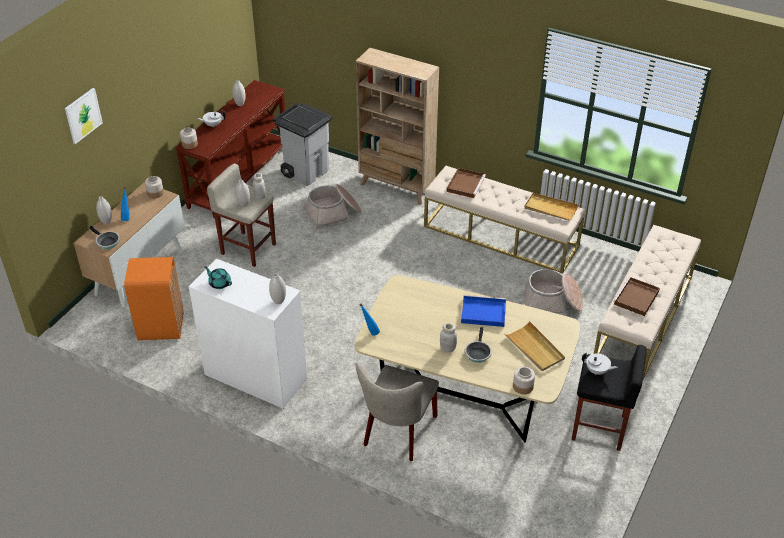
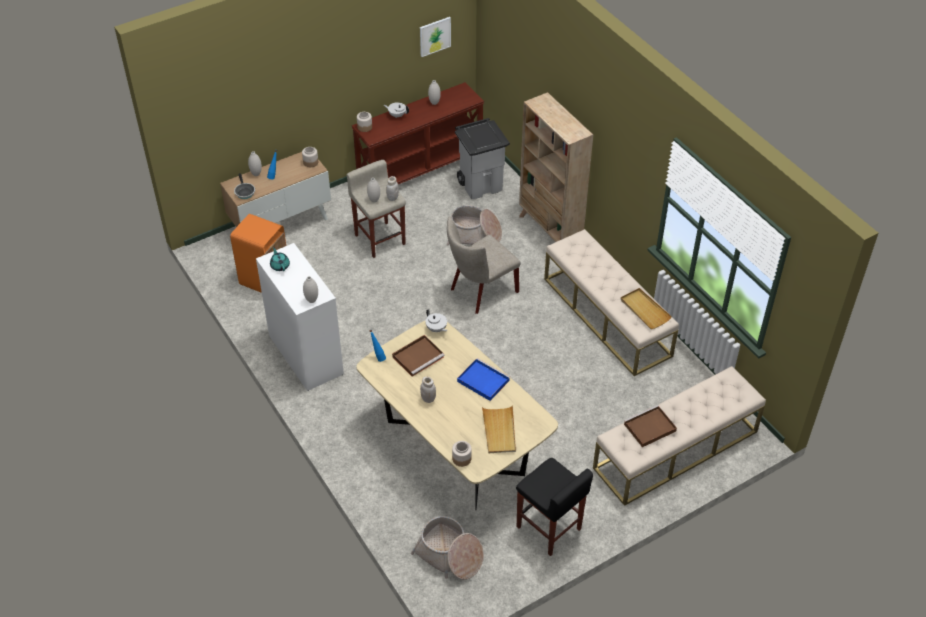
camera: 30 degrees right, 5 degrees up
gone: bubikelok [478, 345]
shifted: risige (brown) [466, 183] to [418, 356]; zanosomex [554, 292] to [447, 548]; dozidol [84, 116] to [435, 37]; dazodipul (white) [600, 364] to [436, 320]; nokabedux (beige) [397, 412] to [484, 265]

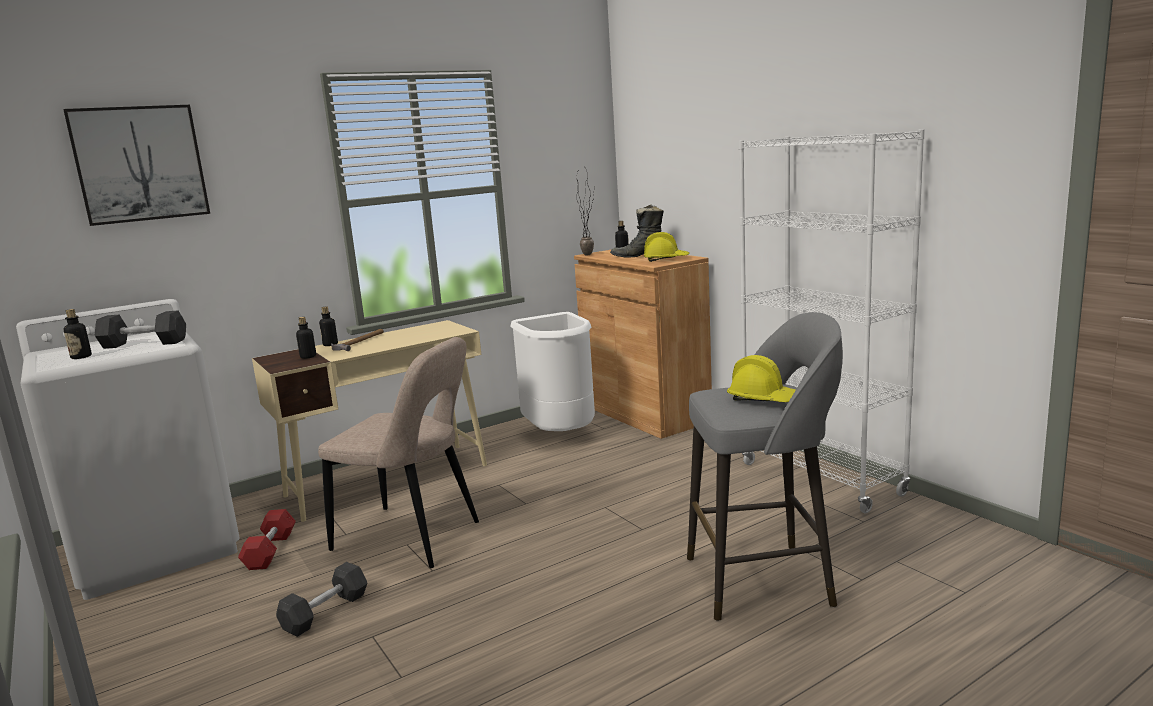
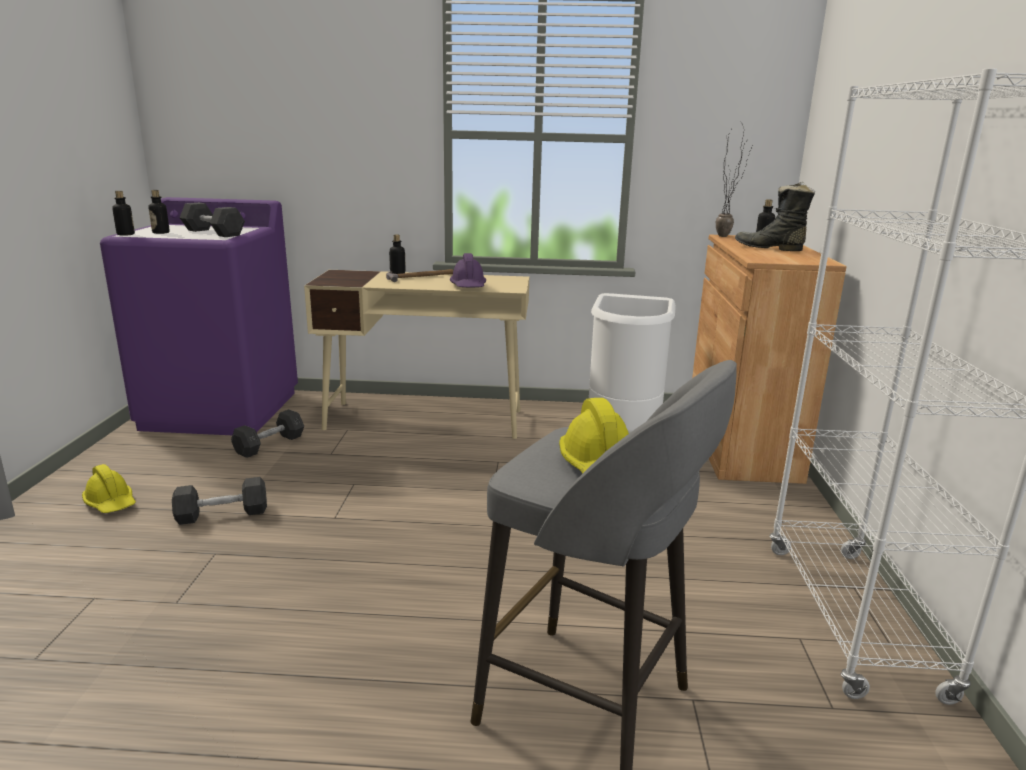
camera: 35 degrees right, 5 degrees up
gone: dozidol [136, 165]; nokabedux (beige) [398, 452]
new: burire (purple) [468, 270]
shifted: burire (yellow) [667, 247] to [109, 488]; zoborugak [306, 338] to [123, 213]
repainted: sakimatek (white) [128, 449] to sakimatek (purple) [199, 316]; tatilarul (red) [267, 539] to tatilarul (grey) [267, 433]

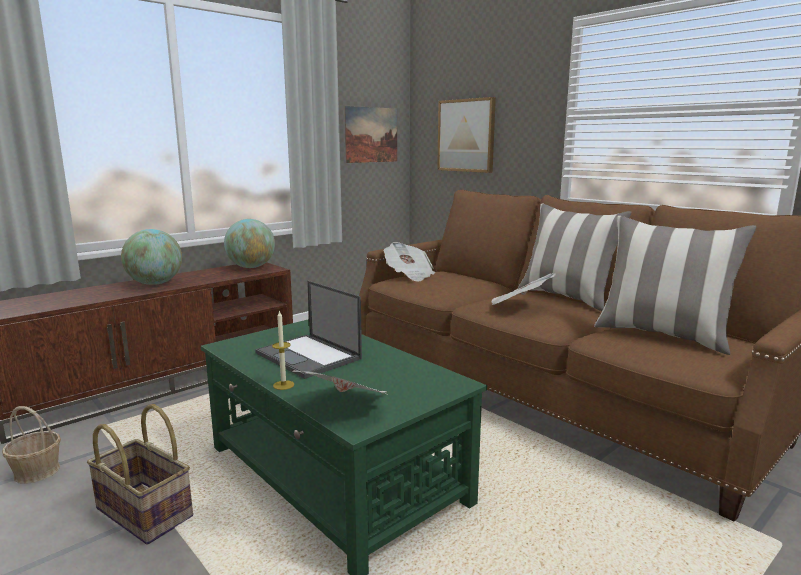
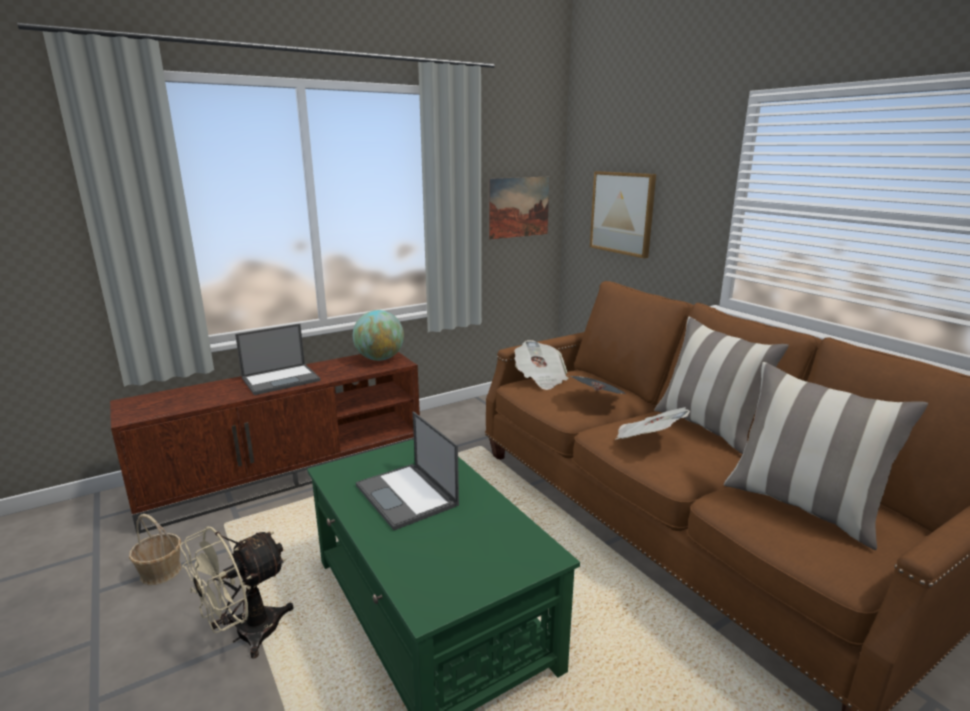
camera: 10 degrees right, 5 degrees up
gone: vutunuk [283, 350]
shifted: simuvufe [340, 382] to [598, 385]
swapped: zanosomex [140, 474] to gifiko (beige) [237, 592]; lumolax [151, 257] to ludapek [278, 359]

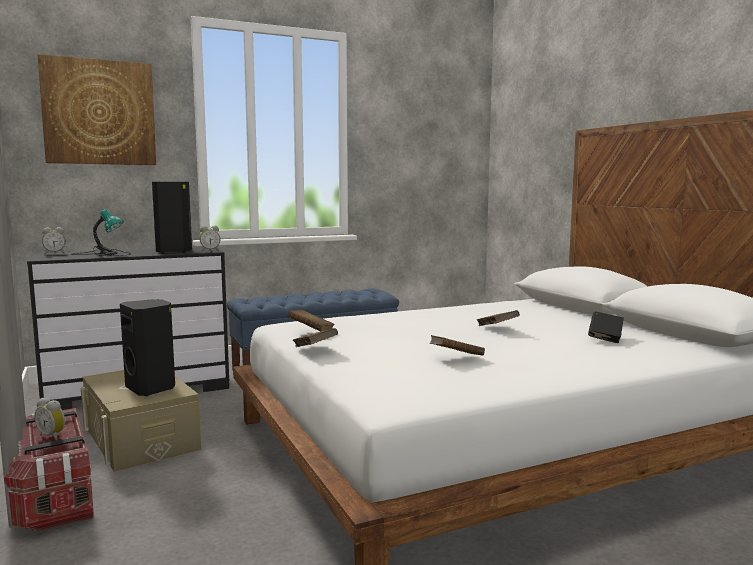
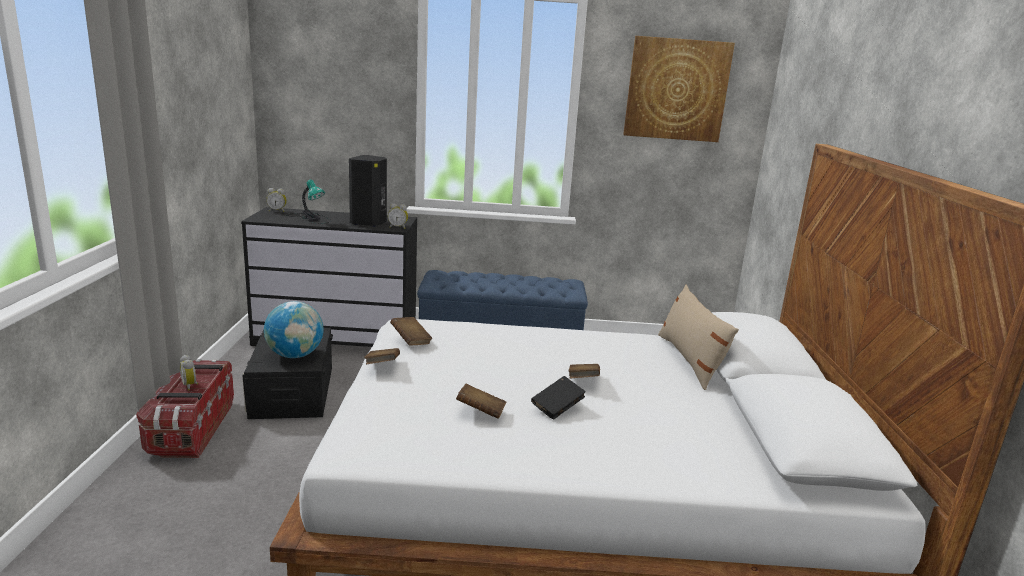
camera: 25 degrees right, 10 degrees up
new: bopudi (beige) [698, 337]
shifted: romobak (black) [606, 327] to [558, 397]; dozidol [96, 109] to [679, 89]
swapped: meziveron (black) [147, 347] to lumolax [294, 329]
repainted: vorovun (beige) [141, 421] to vorovun (black) [287, 373]

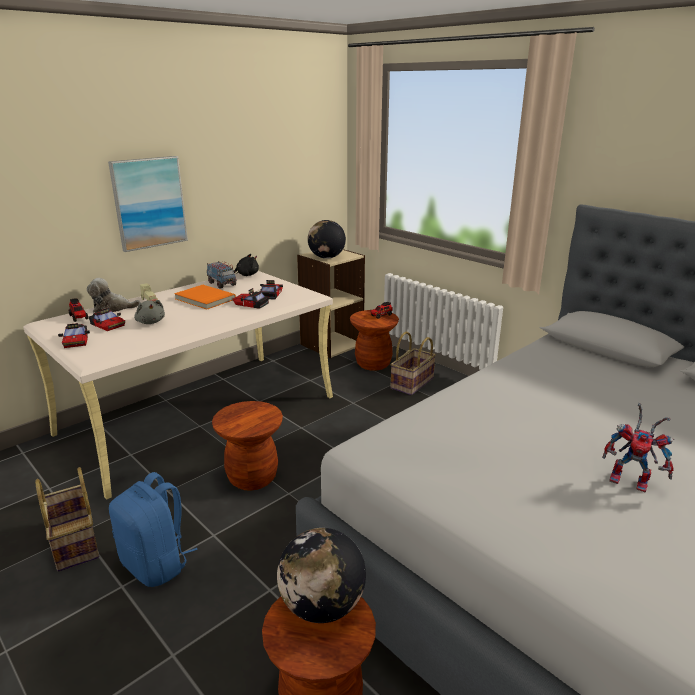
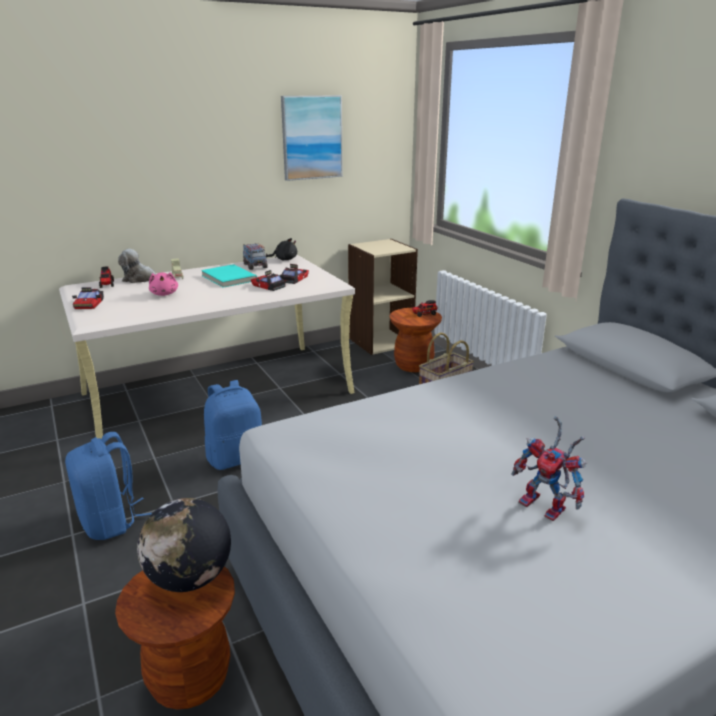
camera: 15 degrees right, 0 degrees up
gone: zanosomex [67, 519]; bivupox [107, 319]; lumolax [327, 239]
shifted: dozidol [148, 204] to [312, 138]
swapped: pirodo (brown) [247, 446] to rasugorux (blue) [233, 425]
repainted: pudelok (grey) [149, 312] to pudelok (pink) [163, 284]; romobak (orange) [205, 297] to romobak (turquoise) [229, 276]

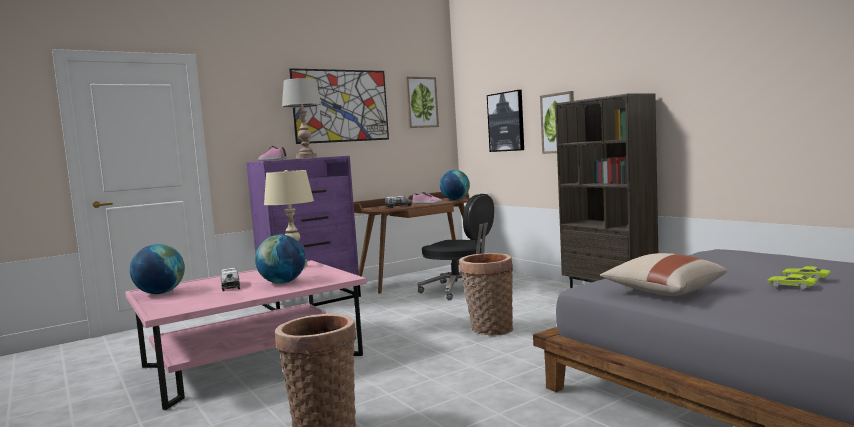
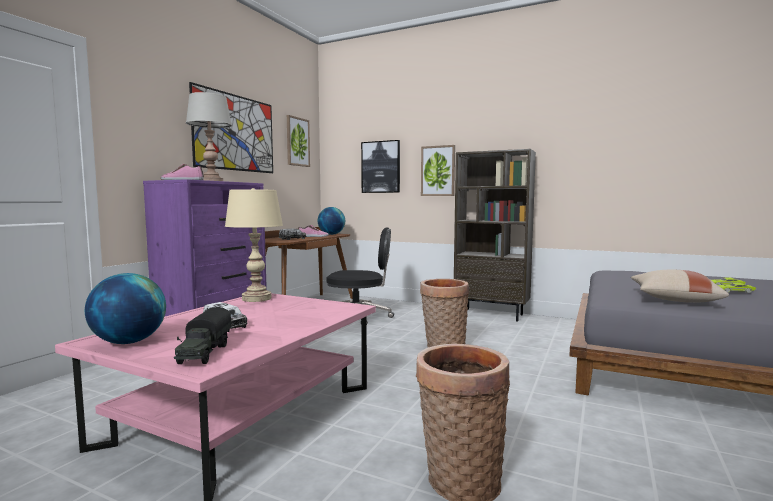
camera: 30 degrees left, 0 degrees up
gone: lumolax [280, 259]
new: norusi [202, 335]

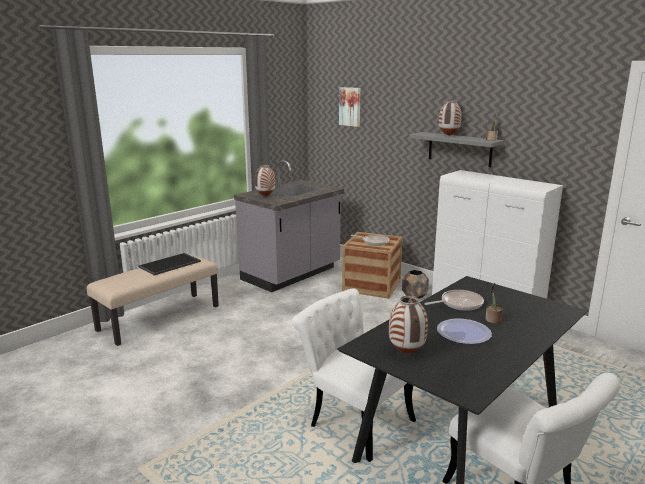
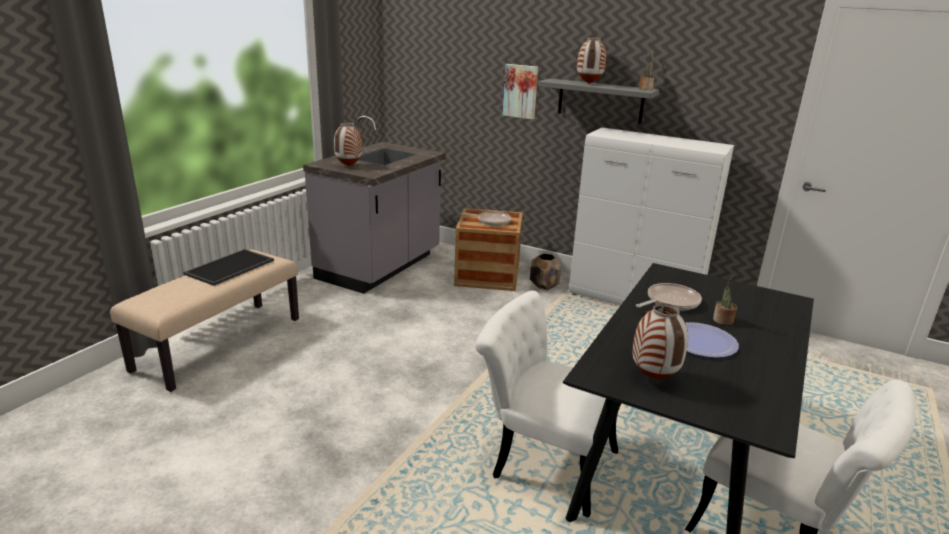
camera: 15 degrees left, 5 degrees up
shifted: dozidol [350, 107] to [520, 91]

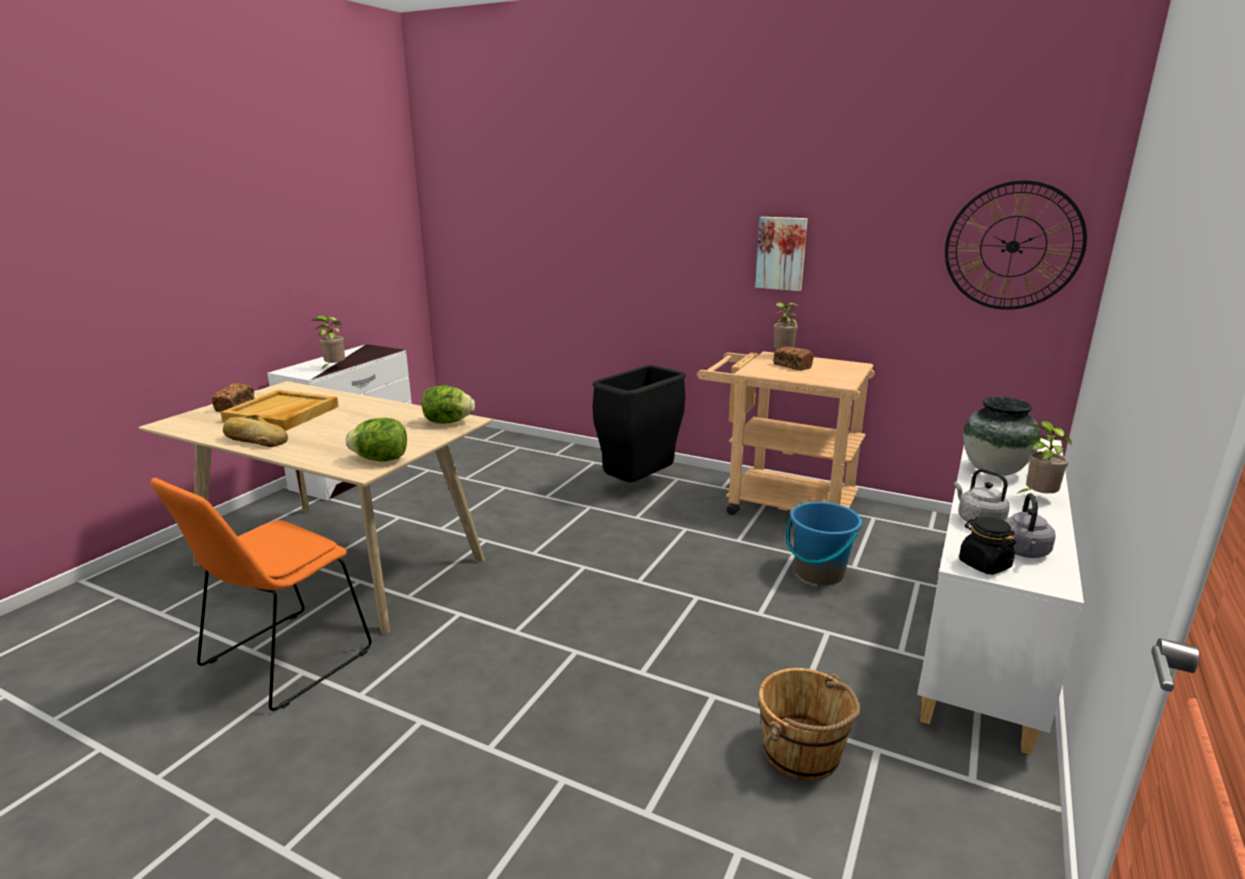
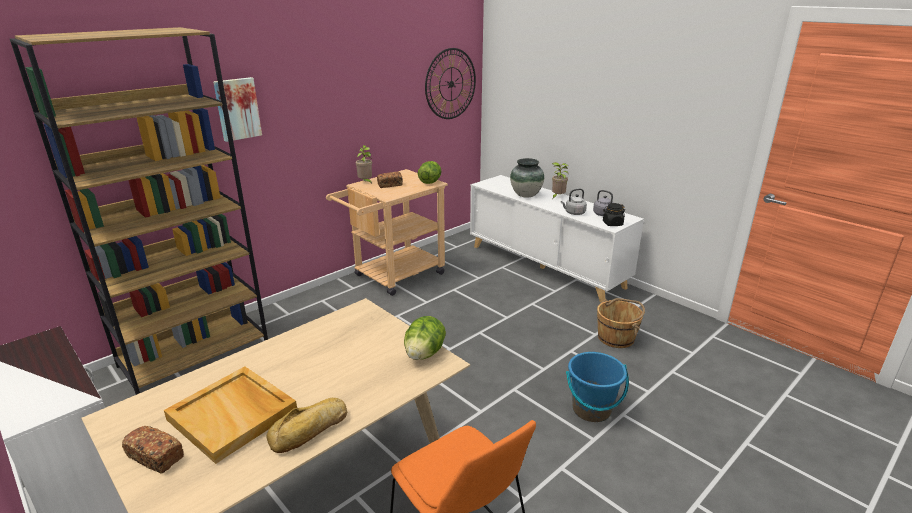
camera: 70 degrees left, 5 degrees up
gone: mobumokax [328, 342]; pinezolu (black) [639, 423]
new: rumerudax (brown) [139, 211]
shifted: dozidol [781, 254] to [237, 109]; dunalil [448, 404] to [429, 172]; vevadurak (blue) [824, 543] to [597, 387]

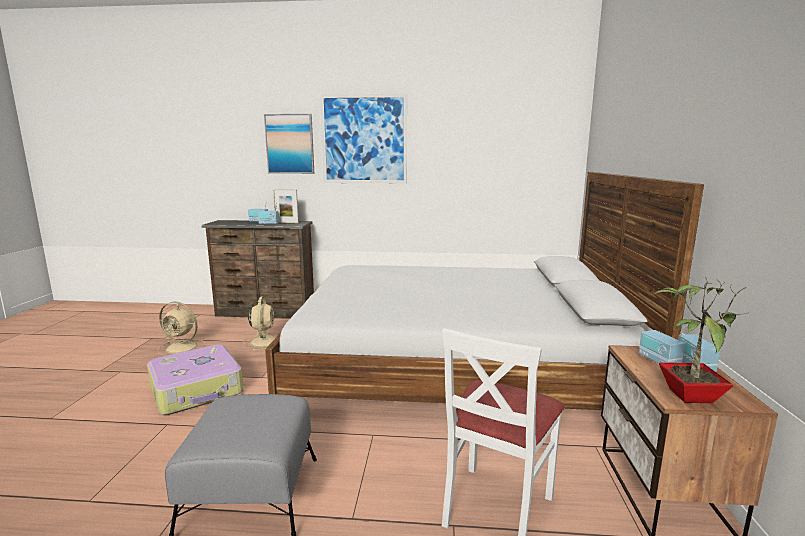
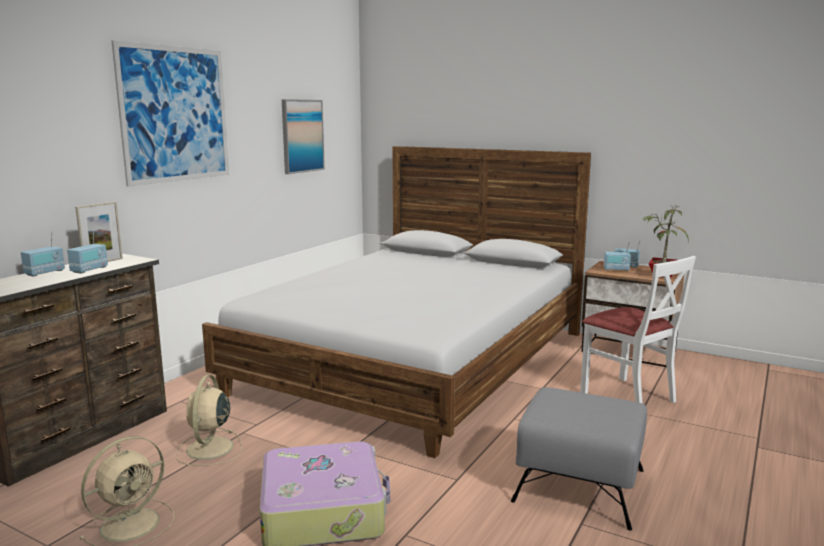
camera: 65 degrees left, 0 degrees up
shifted: dozidol [289, 144] to [303, 136]
rotated: gifiko (beige) [261, 323] = [208, 420] 105 degrees counterclockwise

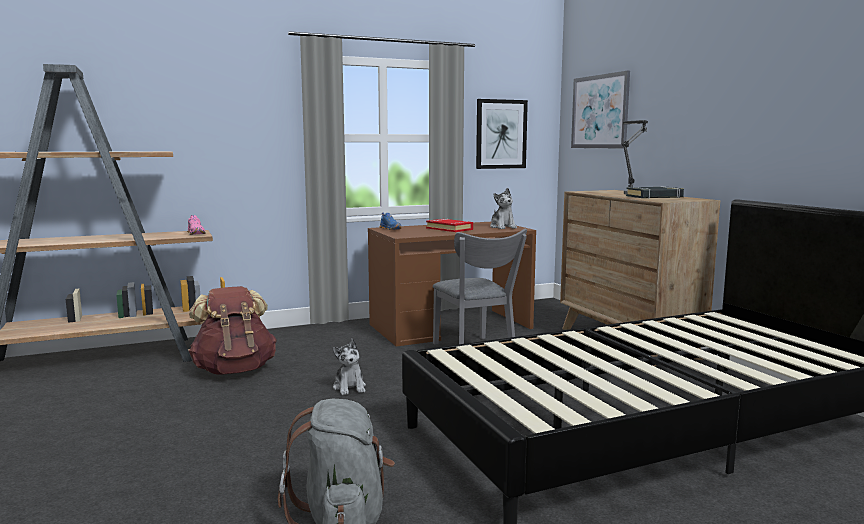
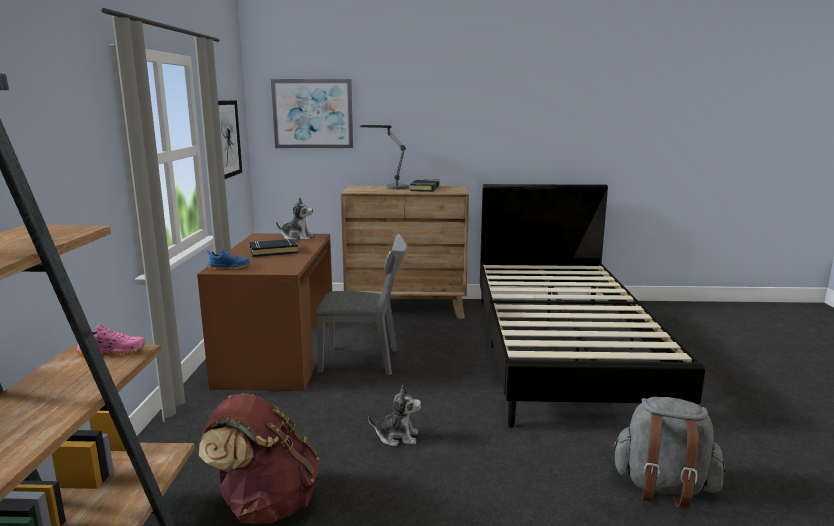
camera: 65 degrees left, 5 degrees up
repainted: romobak (red) [449, 225] to romobak (black) [274, 248]

